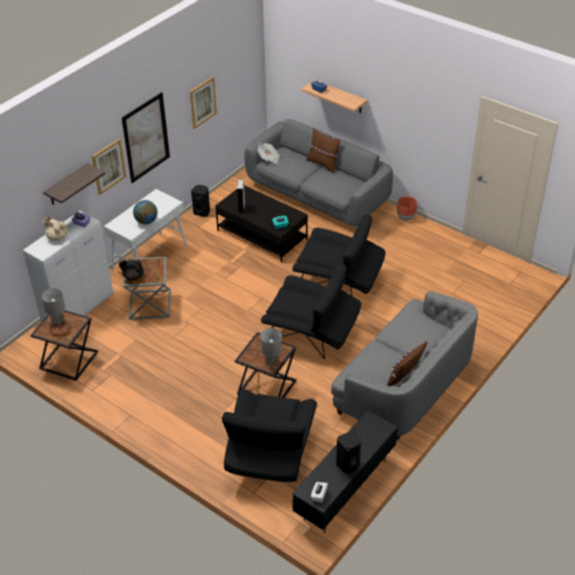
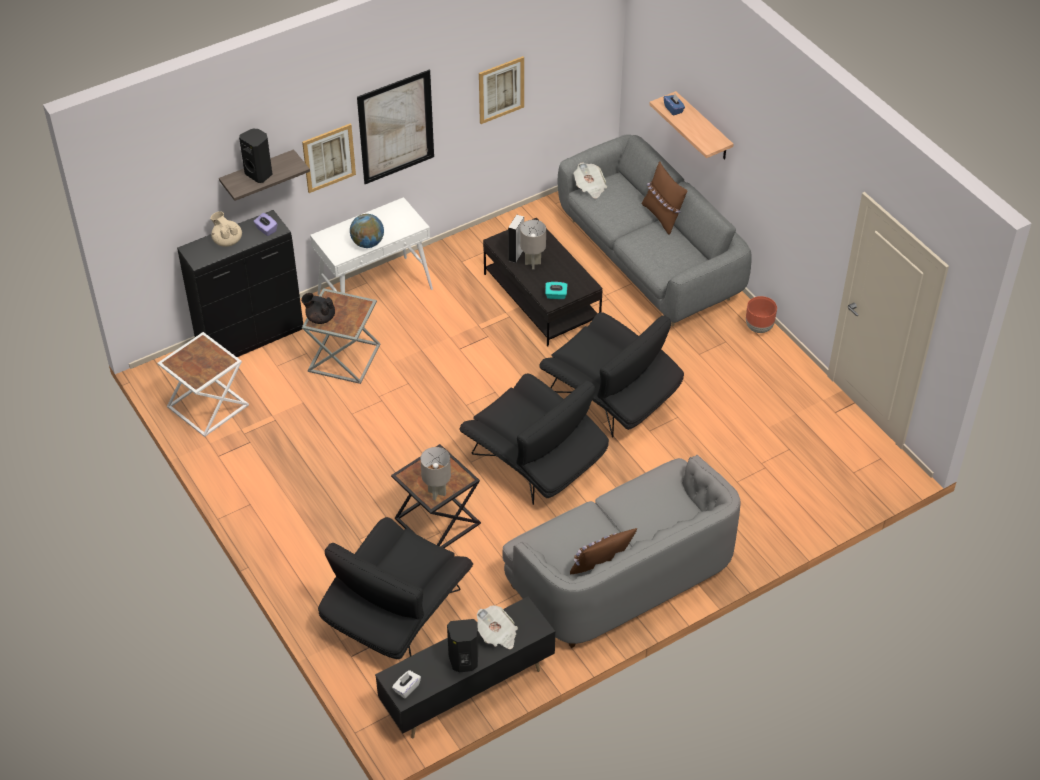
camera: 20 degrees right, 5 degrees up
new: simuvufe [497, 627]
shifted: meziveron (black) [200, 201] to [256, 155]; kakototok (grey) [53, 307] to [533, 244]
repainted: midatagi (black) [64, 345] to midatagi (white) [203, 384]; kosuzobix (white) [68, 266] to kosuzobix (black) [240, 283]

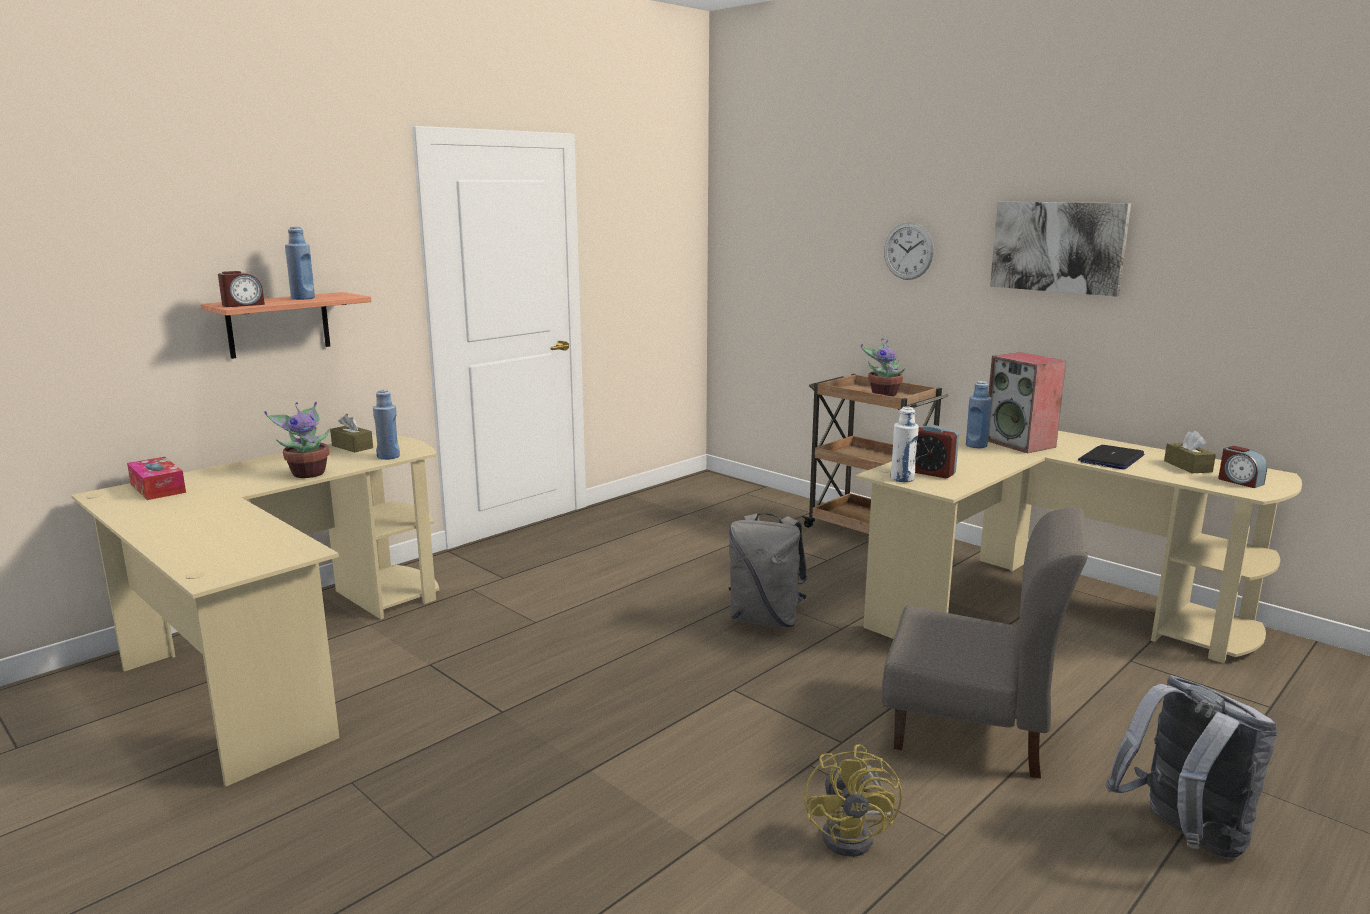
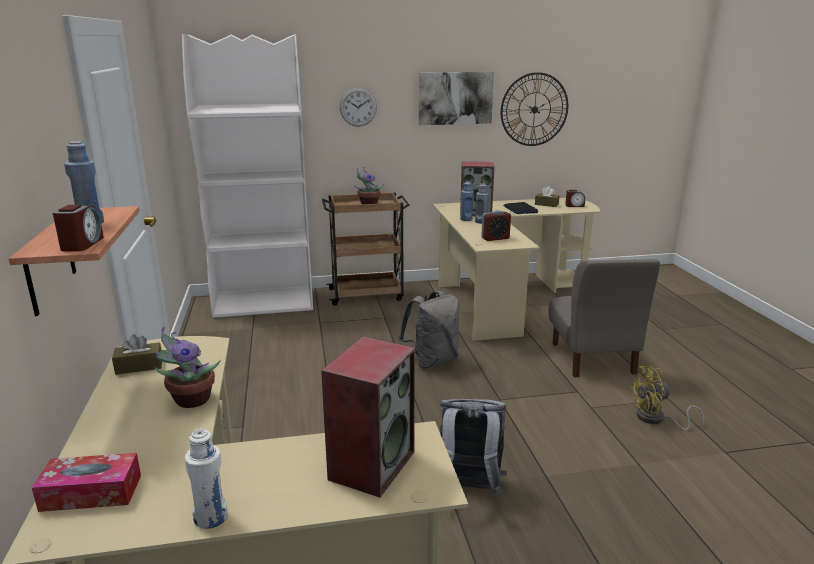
camera: 55 degrees left, 5 degrees up
new: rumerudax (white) [247, 176]; meziveron [368, 417]; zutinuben [534, 109]
shifted: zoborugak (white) [904, 444] to [206, 479]; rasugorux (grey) [1192, 767] to [473, 447]; zoborugak (blue) [386, 424] to [482, 203]
rotated: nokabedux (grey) [984, 643] = [604, 318] 120 degrees clockwise; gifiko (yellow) [853, 800] = [667, 398] 135 degrees clockwise

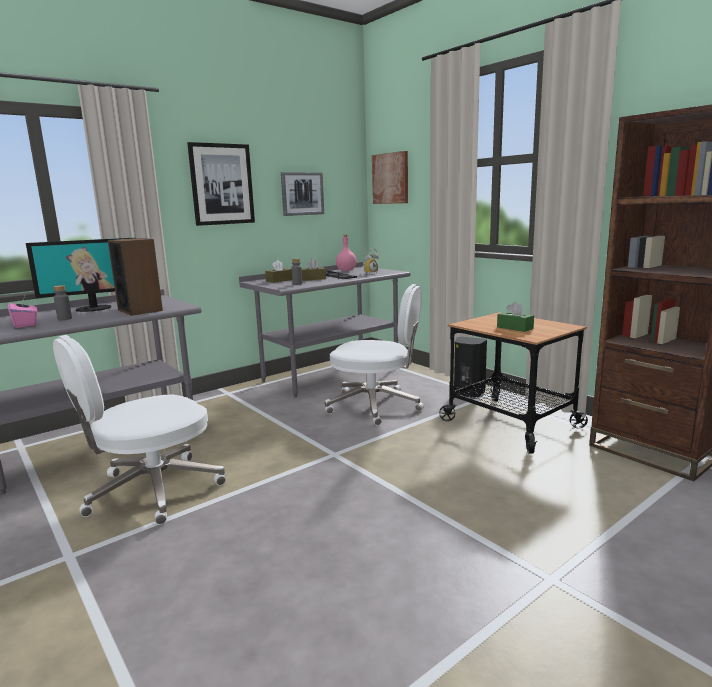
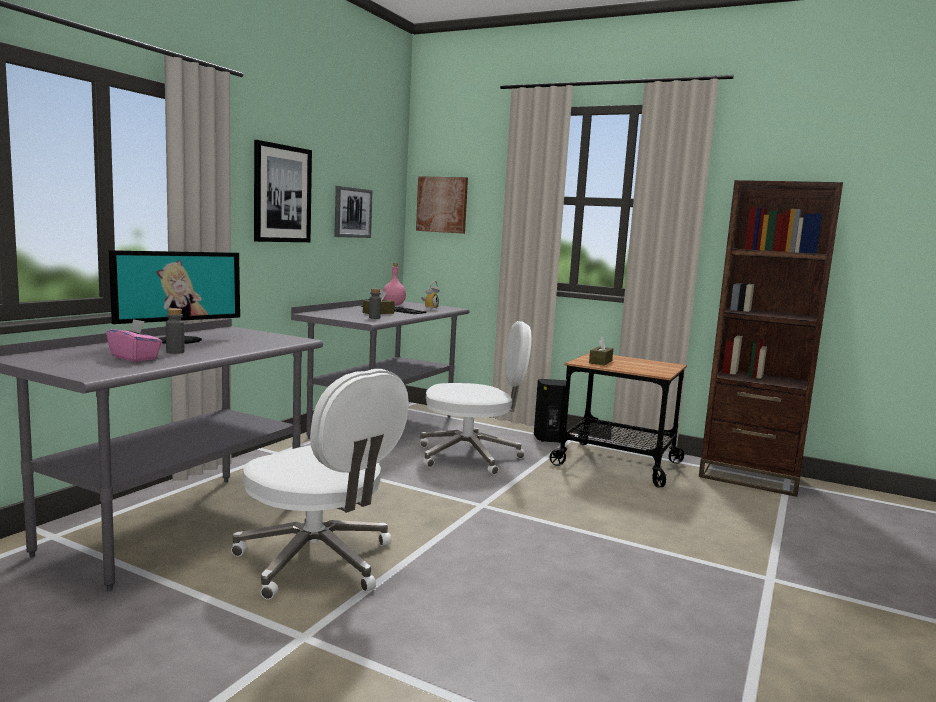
camera: 25 degrees left, 5 degrees down
gone: meziveron [135, 277]; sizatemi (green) [515, 317]
shifted: sizatemi (brown) [278, 271] to [601, 351]
rotated: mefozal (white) [139, 430] = [320, 484] 75 degrees counterclockwise

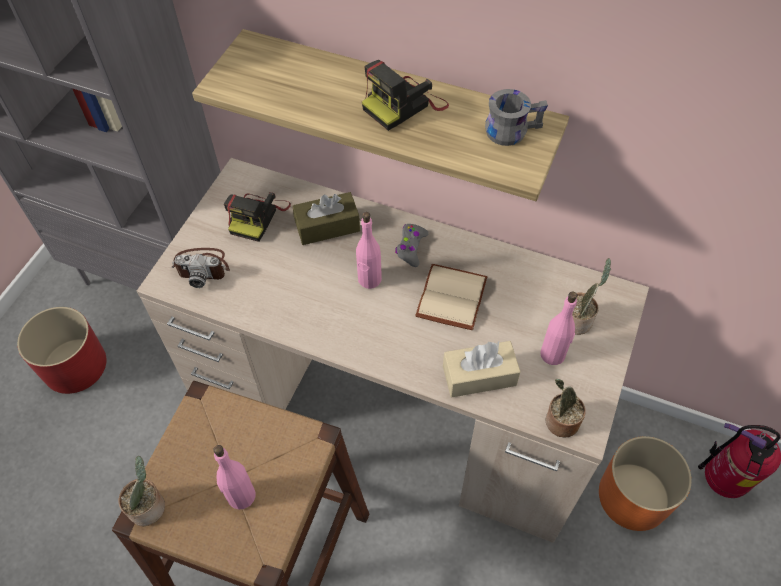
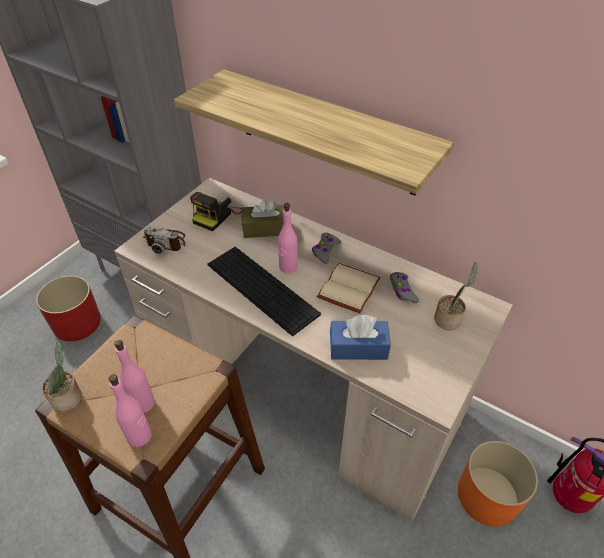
camera: 10 degrees right, 10 degrees down
gone: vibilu [405, 95]; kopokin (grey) [516, 117]; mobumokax [565, 408]
new: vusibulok [264, 291]; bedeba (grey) [404, 287]
shifted: zoborugak (pink) [558, 328] to [130, 410]
repainted: sizatemi (beige) [482, 369] to sizatemi (blue) [360, 337]

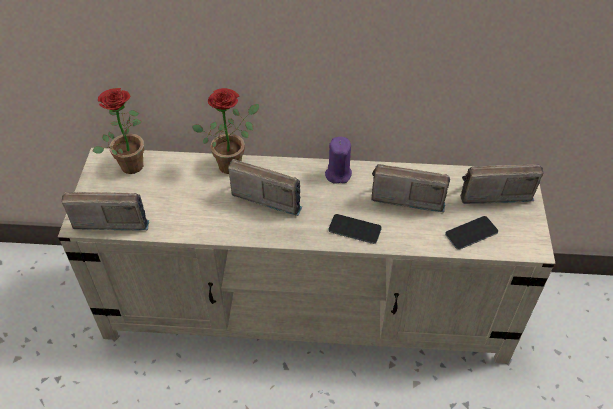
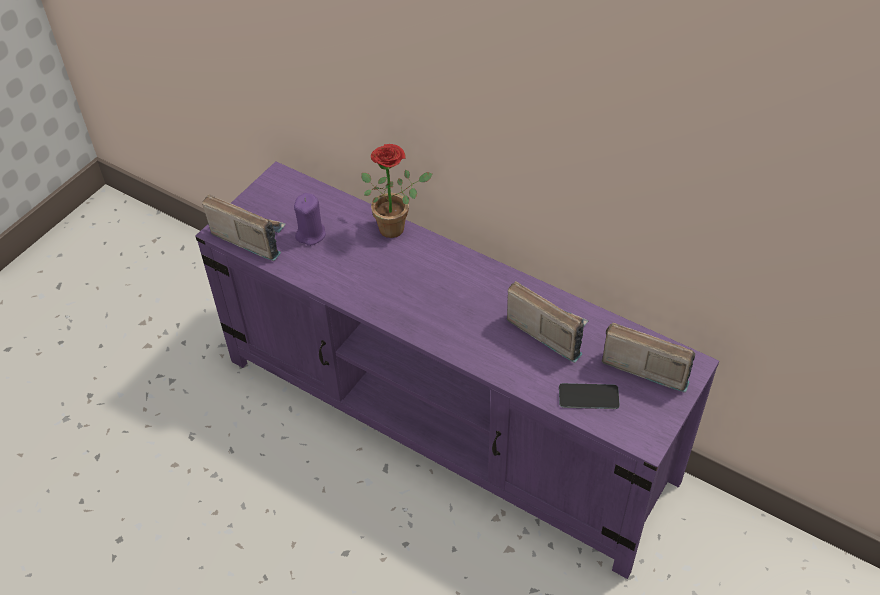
camera: 30 degrees right, 0 degrees up
gone: mobumokax [118, 131]; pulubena [265, 187]; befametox [355, 229]
shifted: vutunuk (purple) [338, 160] to [310, 219]
repainted: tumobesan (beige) [306, 255] to tumobesan (purple) [457, 370]

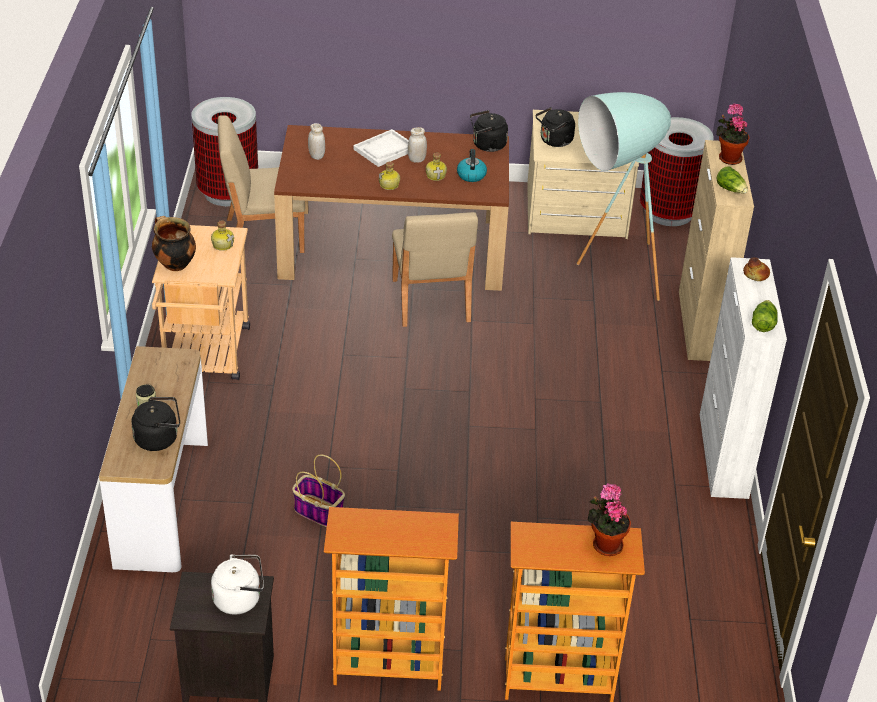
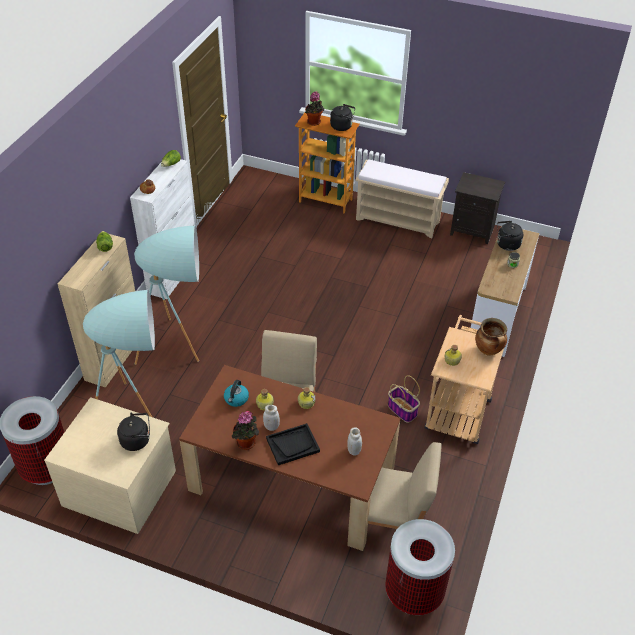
camera: 160 degrees left, 5 degrees up
gone: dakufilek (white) [237, 584]
new: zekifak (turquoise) [166, 295]
shifted: mobumokax [733, 134] to [245, 430]; dakufilek (black) [489, 131] to [342, 117]; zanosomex [318, 490] to [404, 399]
swapped: rumerudax [391, 599] to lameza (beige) [402, 198]
repainted: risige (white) [381, 148] to risige (black) [293, 444]

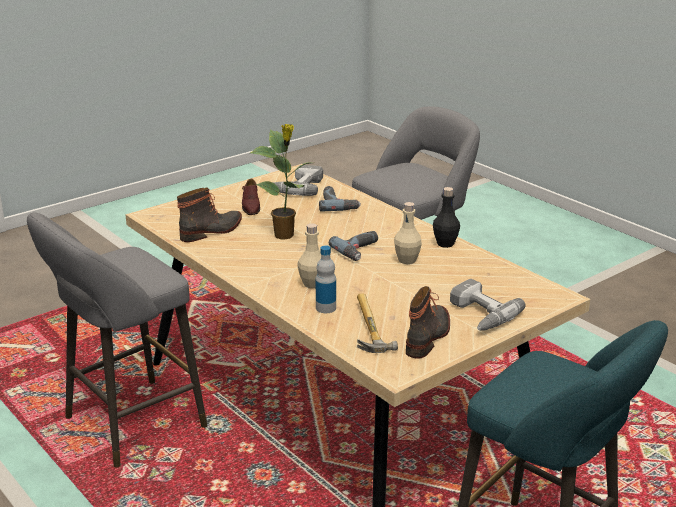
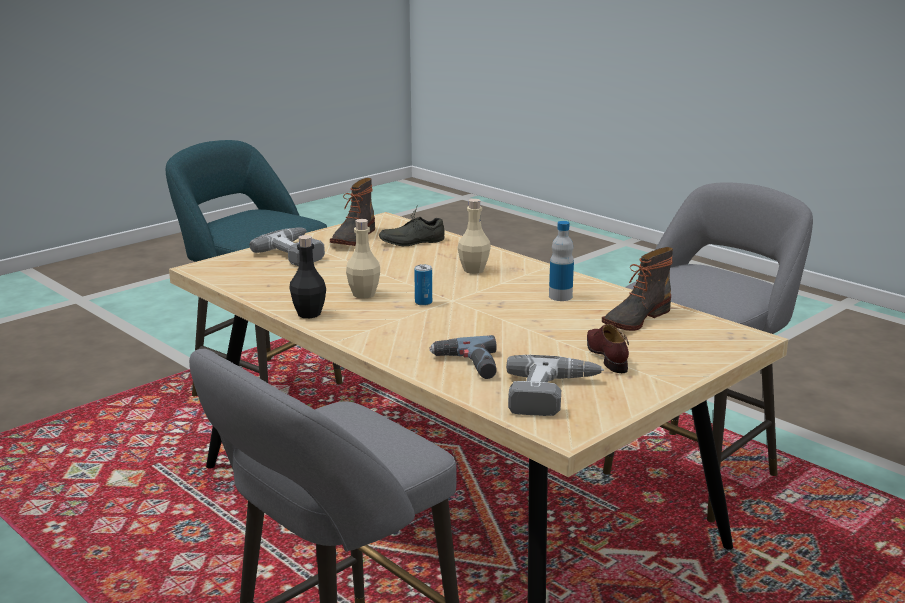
camera: 175 degrees right, 5 degrees down
gone: mobumokax [280, 181]
shifted: zoborugak [326, 279] to [561, 261]
swapped: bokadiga [377, 323] to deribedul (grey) [412, 226]; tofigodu [353, 246] to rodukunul [423, 285]

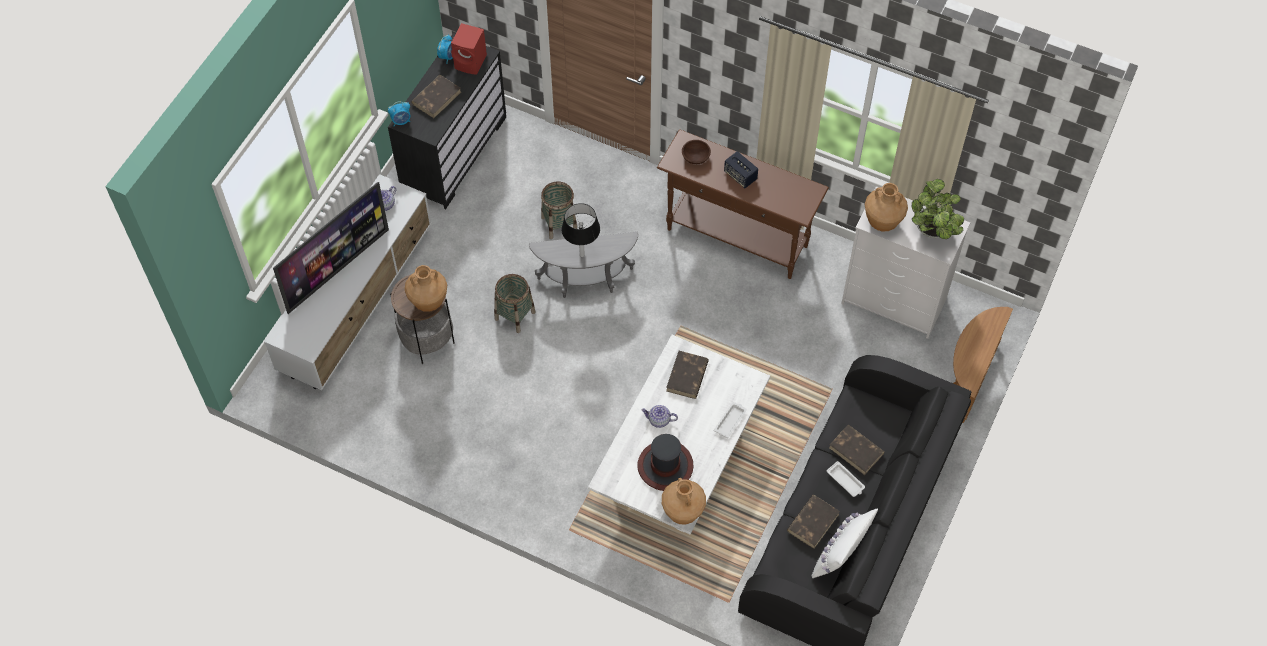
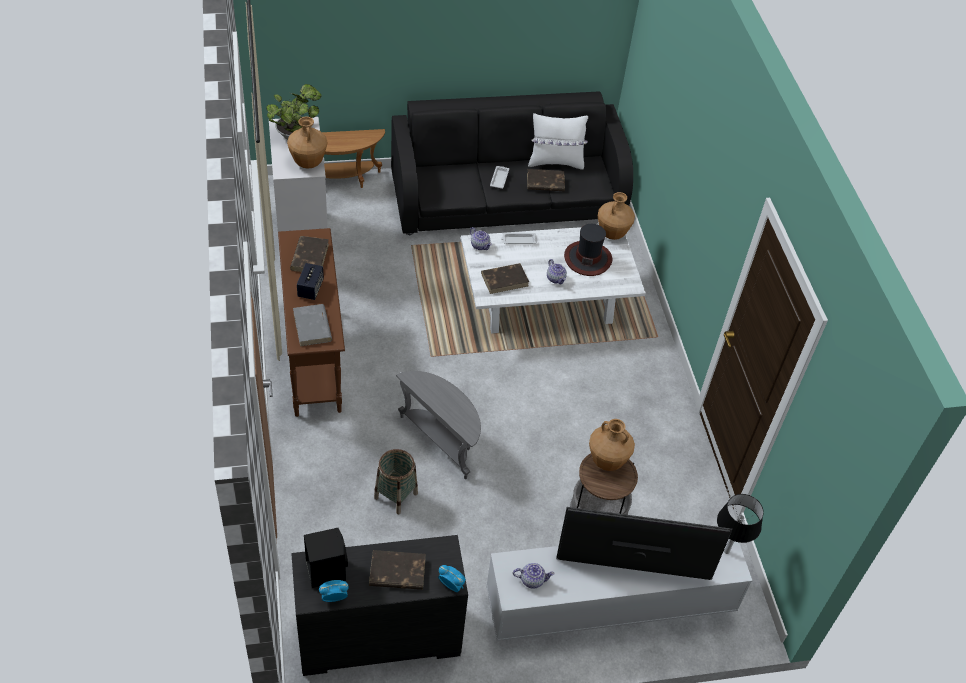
camera: 130 degrees left, 10 degrees down
gone: zanosomex [515, 303]
new: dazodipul [481, 238]
shifted: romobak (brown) [857, 450] to [309, 254]; kakototok (black) [581, 230] to [740, 524]
swapped: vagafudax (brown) [696, 152] to romobak (grey) [312, 325]
repainted: meziveron (red) [469, 49] to meziveron (black) [326, 558]

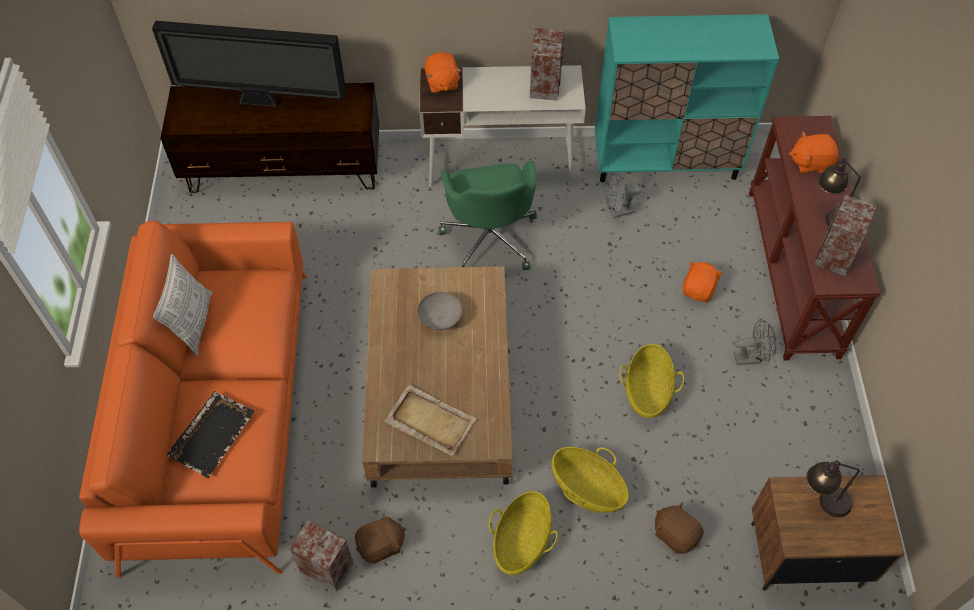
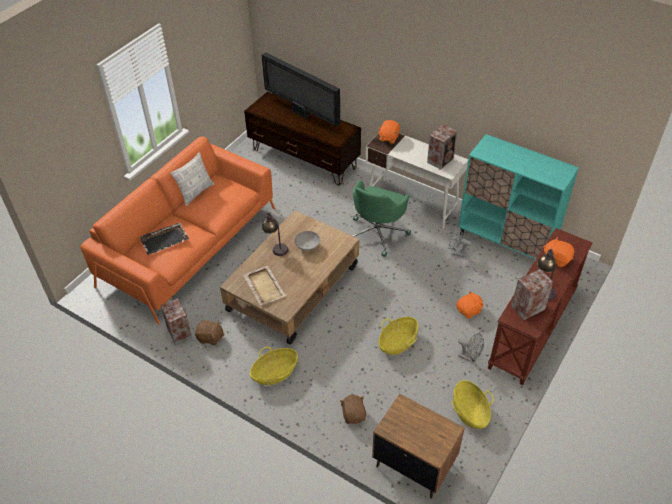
camera: 35 degrees right, 10 degrees down
shifted: kakototok [833, 489] to [275, 234]; zanosomex [590, 480] to [473, 404]

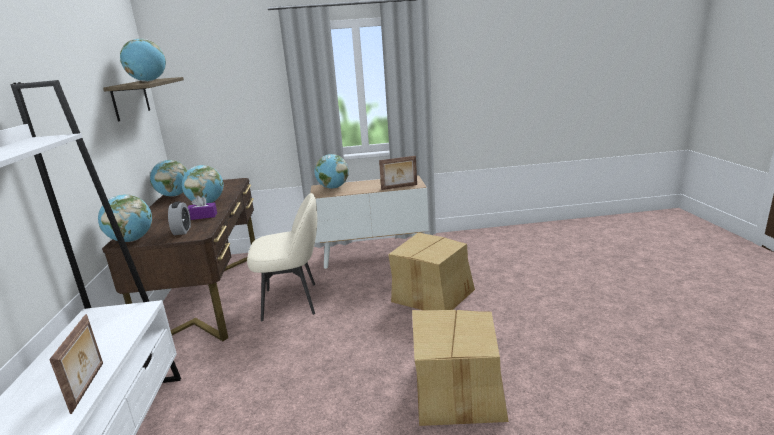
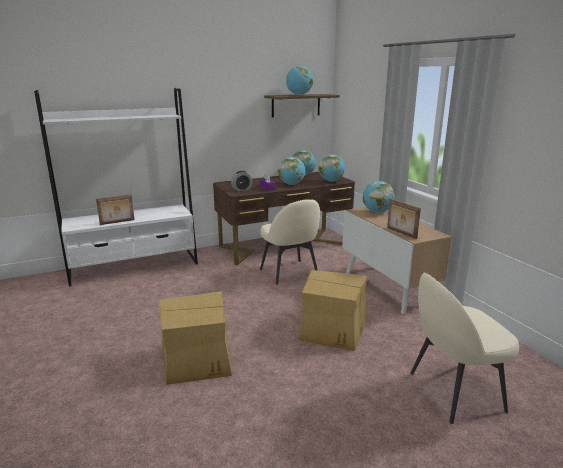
camera: 70 degrees right, 0 degrees up
new: nokabedux (beige) [464, 348]
shifted: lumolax [125, 218] to [332, 168]

